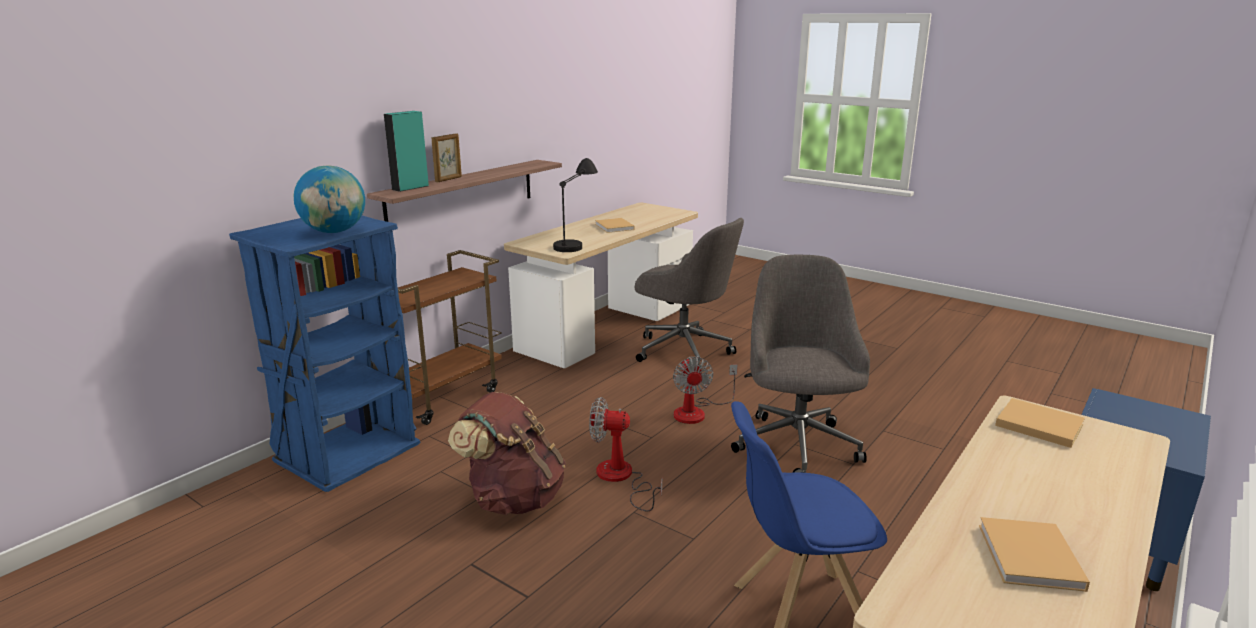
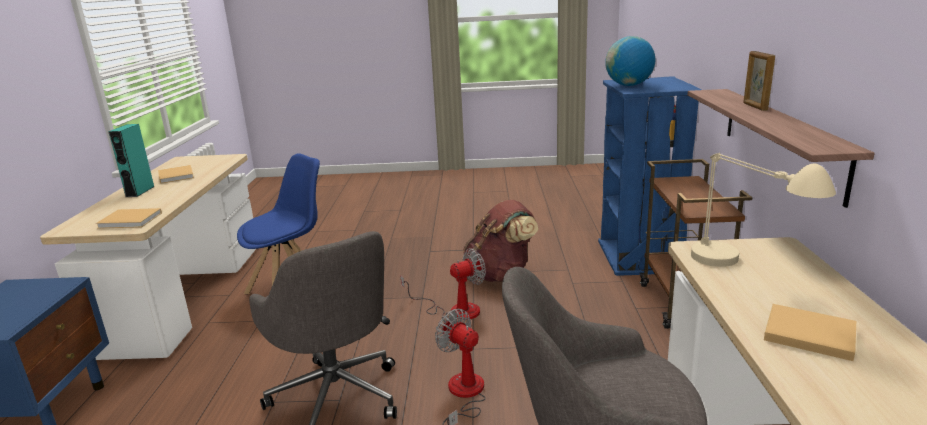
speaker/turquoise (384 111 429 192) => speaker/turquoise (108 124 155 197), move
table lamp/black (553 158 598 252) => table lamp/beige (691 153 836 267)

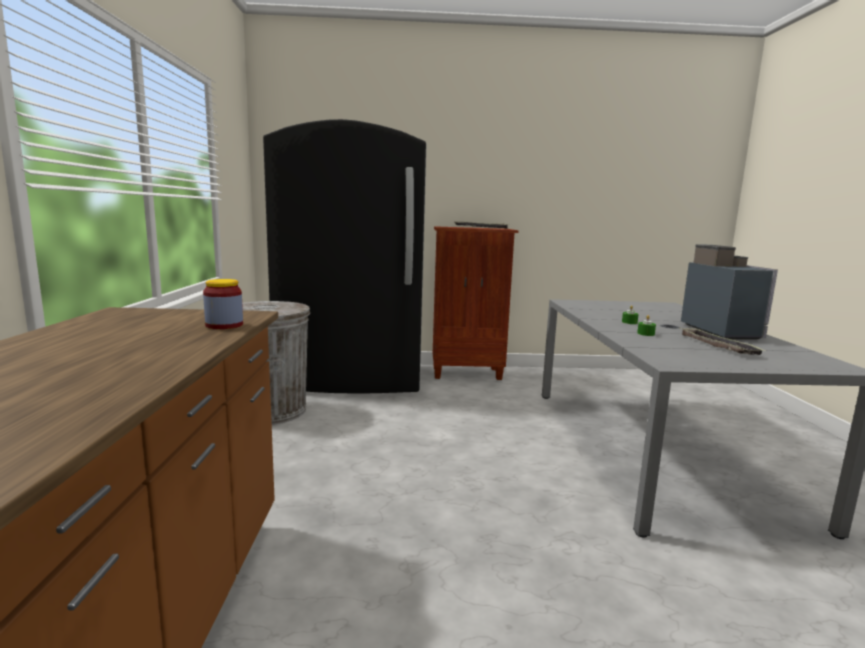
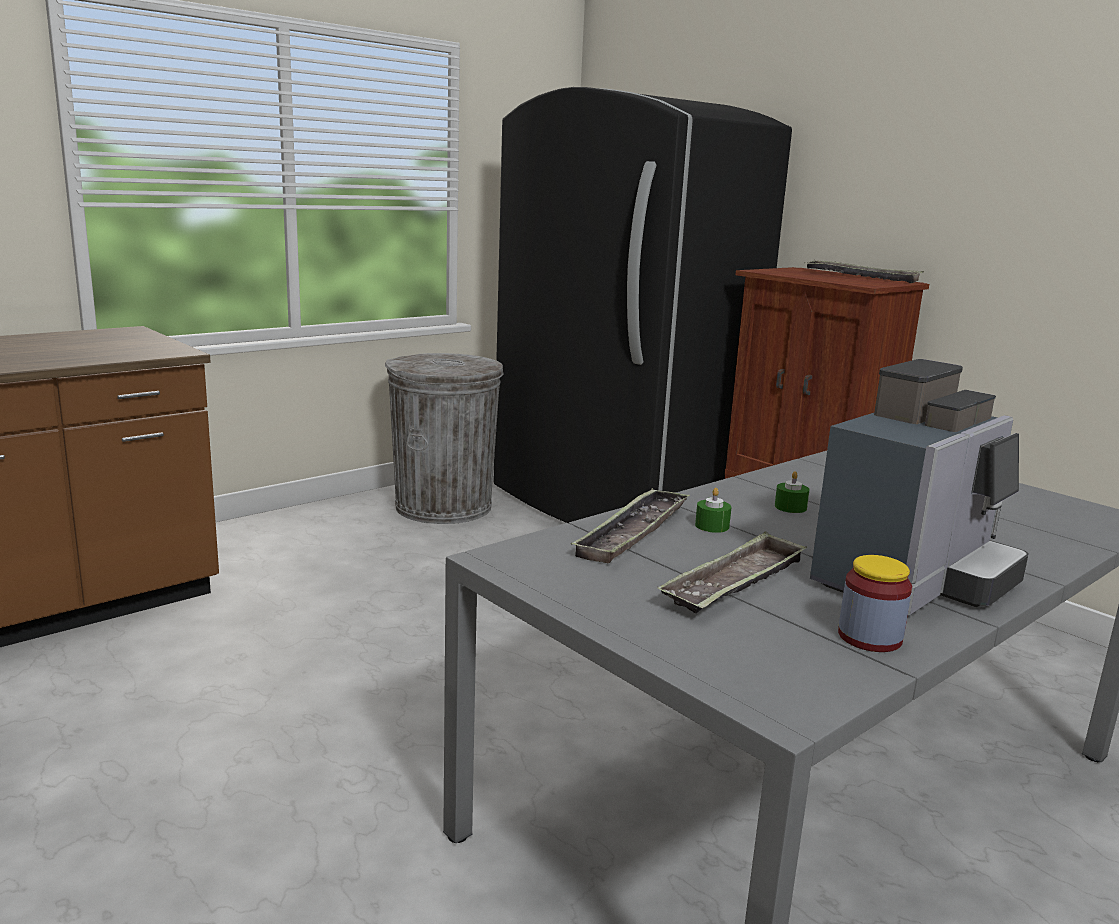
jar (203 279 243 329) => jar (838 555 912 652), move
nothing => tray (571 488 690 563)

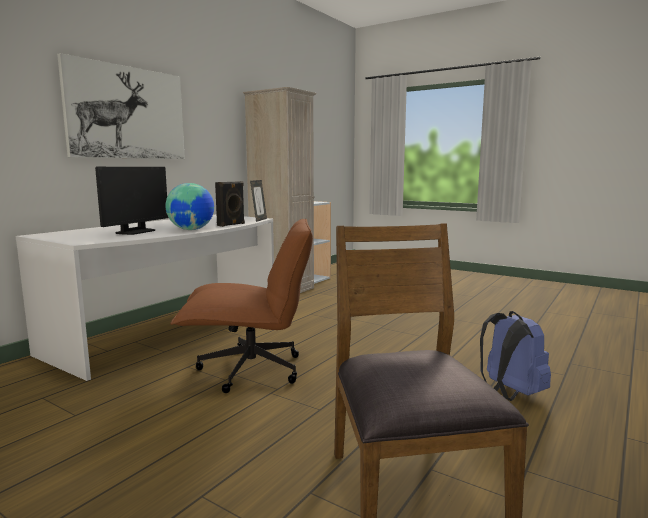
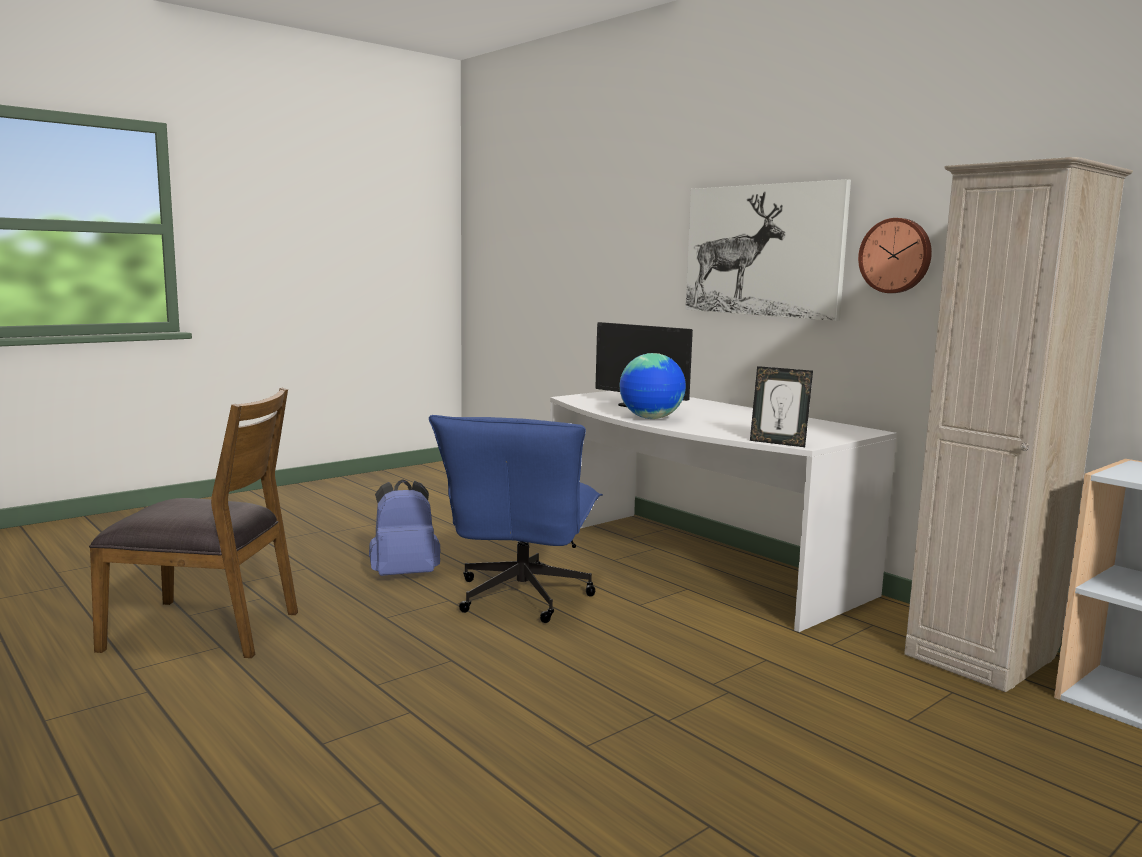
speaker/black (215 181 245 227) => nothing
office chair/brown (170 219 313 393) => office chair/blue (429 415 603 623)
backpack/blue (480 311 551 401) => backpack/blue (369 479 440 576), move
nothing => wall clock (858 218 932 293)

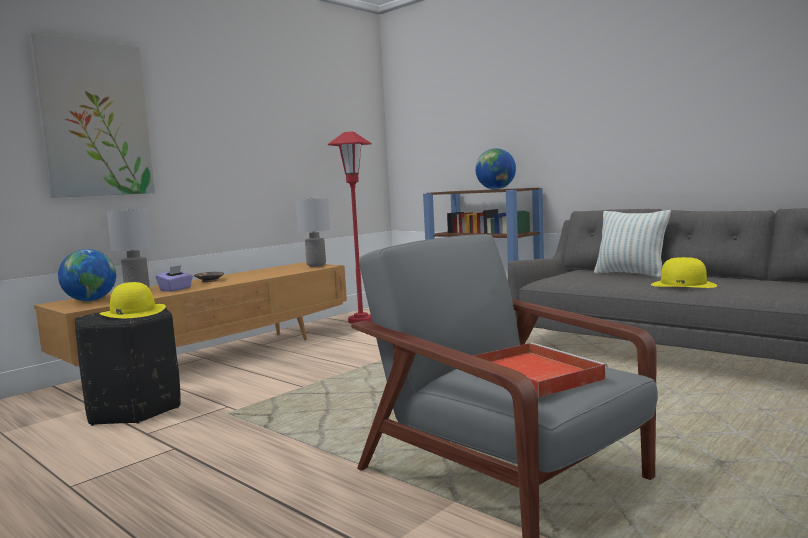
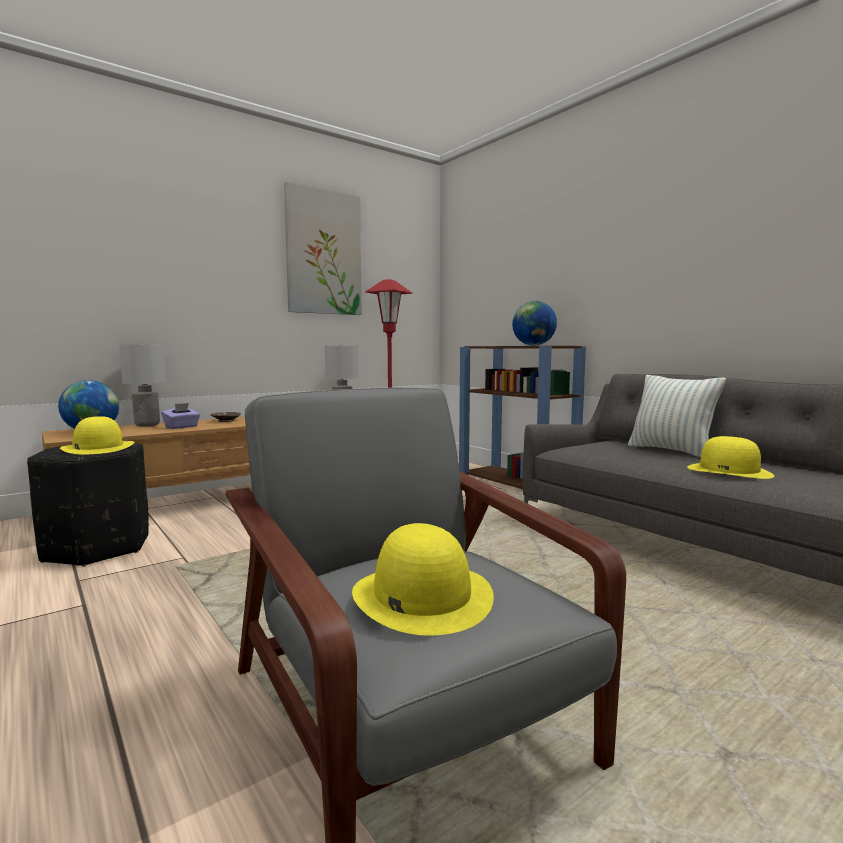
picture (29 33 155 198) => picture (284 182 362 315), move
tray/red (473 343 608 398) => hat/yellow (352 523 494 636)

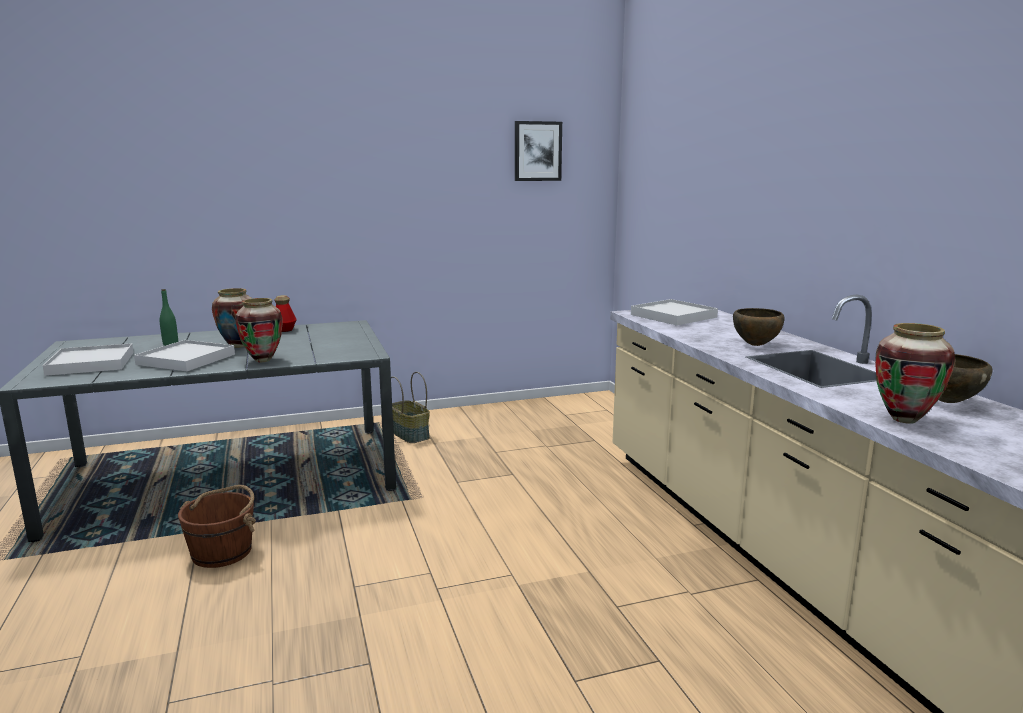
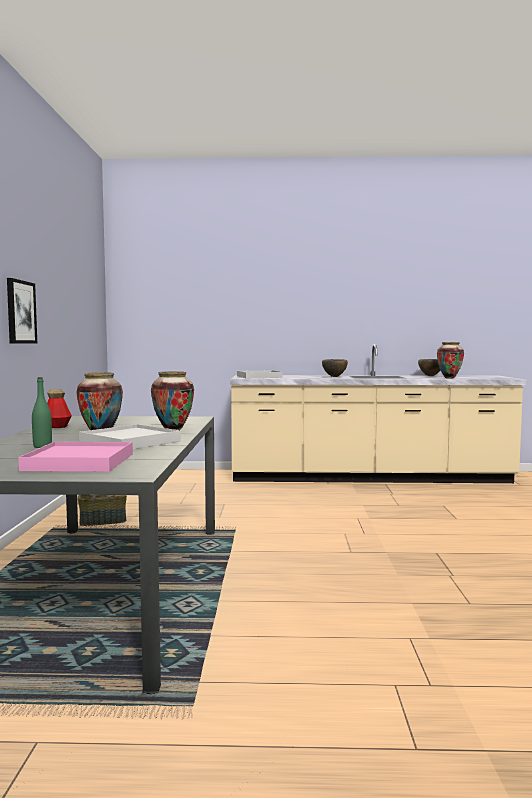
picture (515 121 562 181) => picture (7 278 37 344), move
tray/white (43 343 134 376) => tray/pink (18 442 133 472)
bucket/brown (178 485 256 568) => nothing

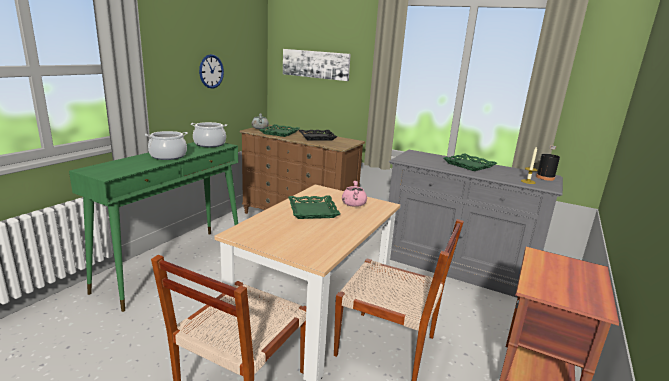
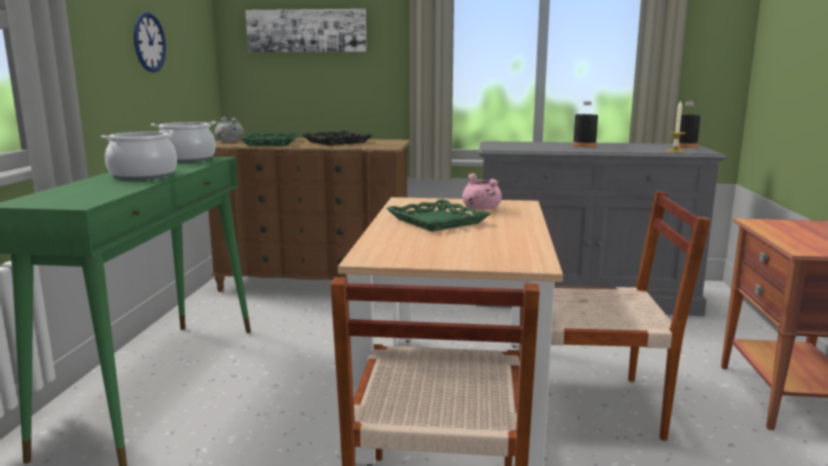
tray/green (444 153 497 171) => bottle/black (573 101 598 147)

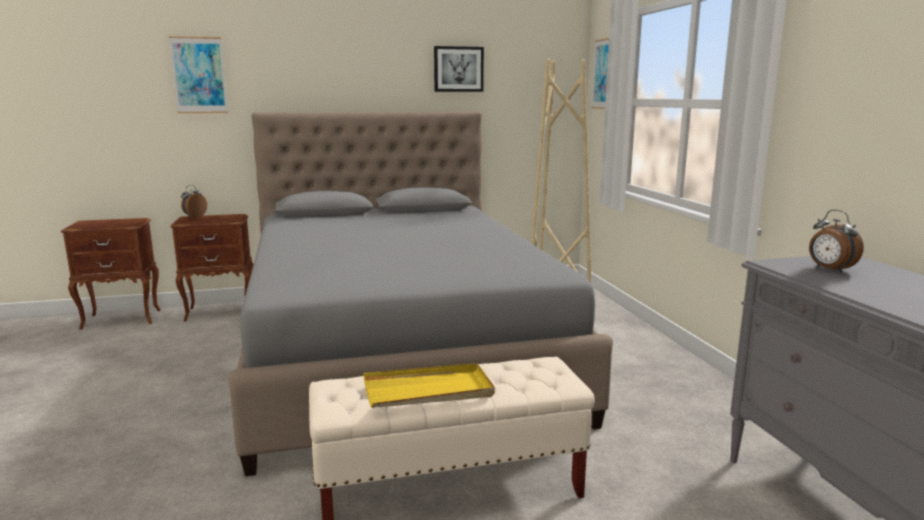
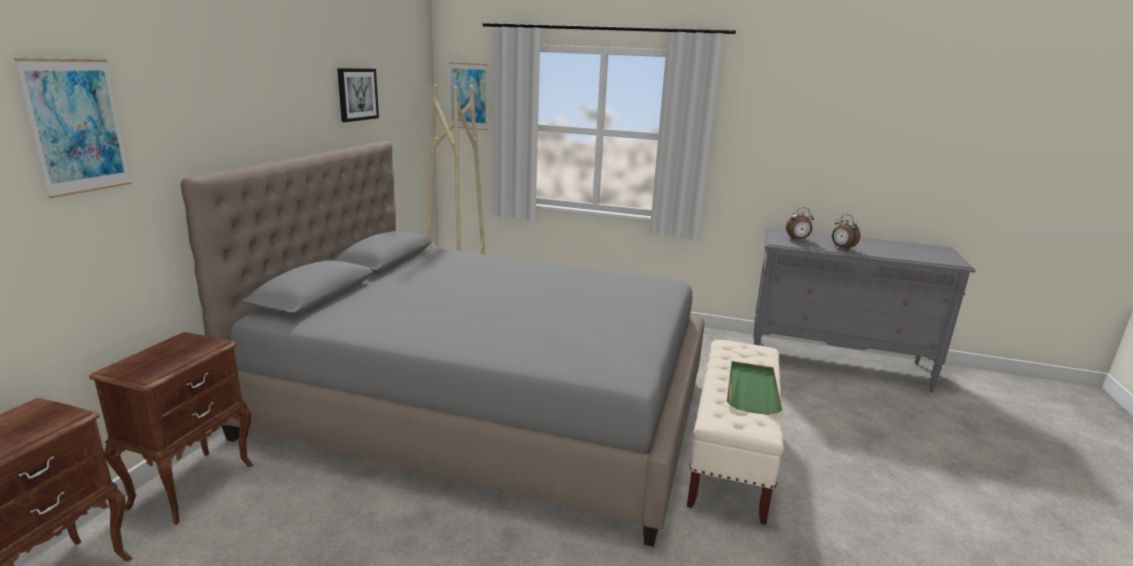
alarm clock (181 185 207 218) => alarm clock (832 214 861 250), move
tray/yellow (363 363 495 408) => tray/green (727 361 782 415)

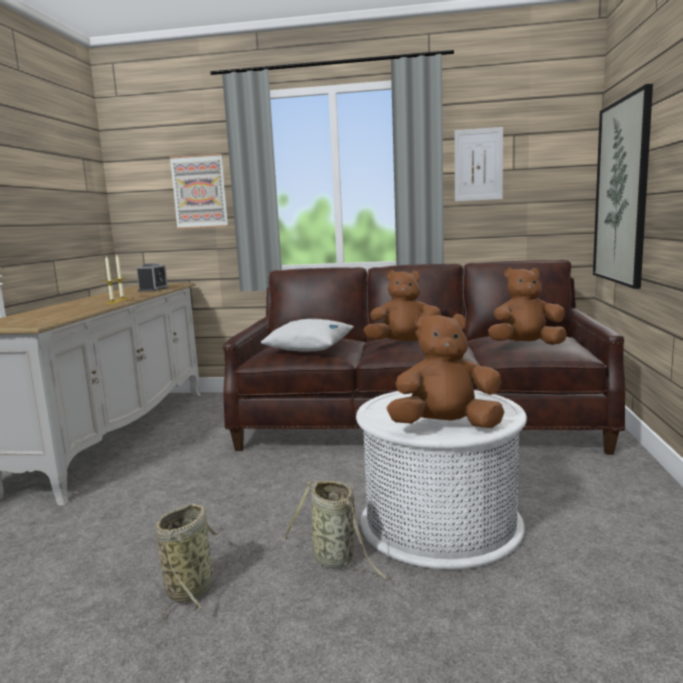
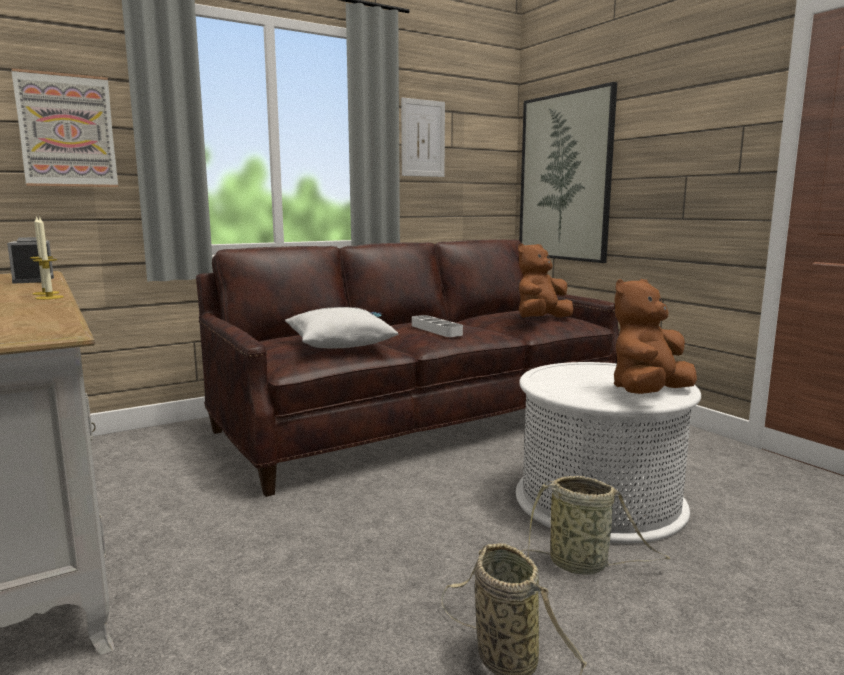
plush toy/brown (364 270 441 341) => tray/grey (412 315 463 337)

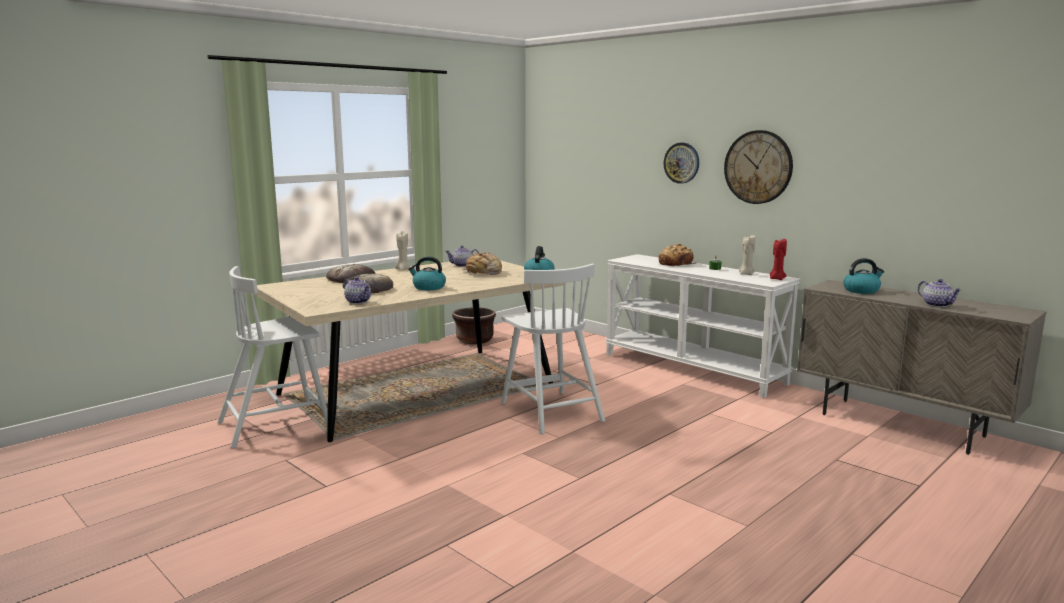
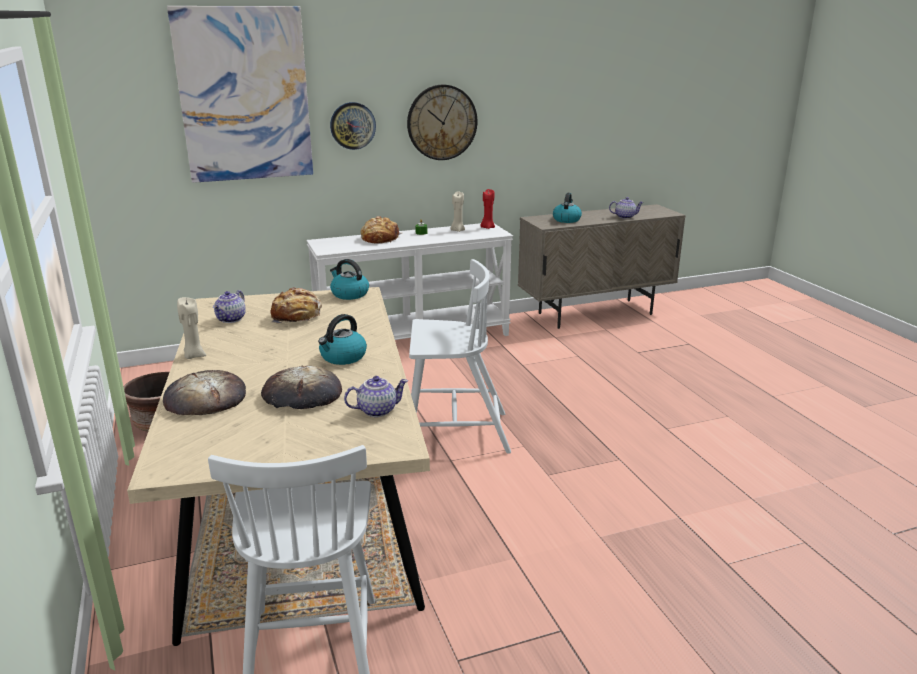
nothing => picture (167 6 313 183)

